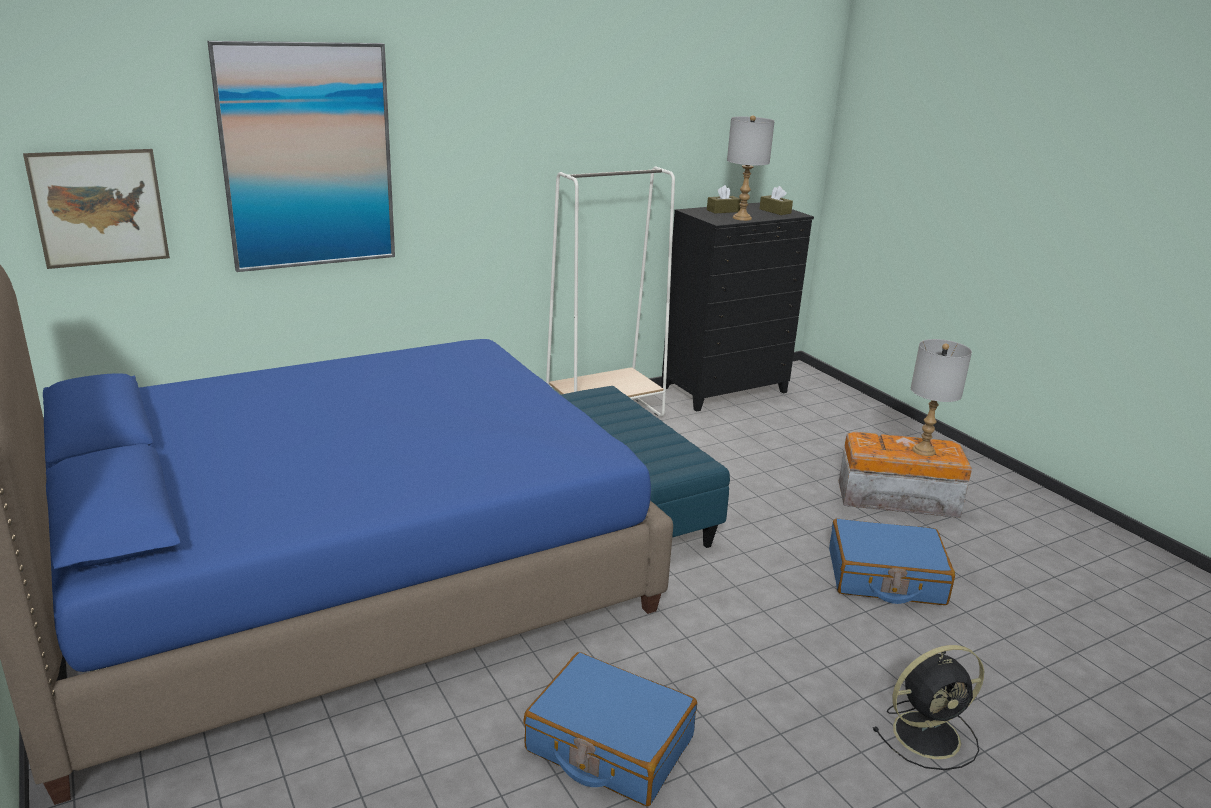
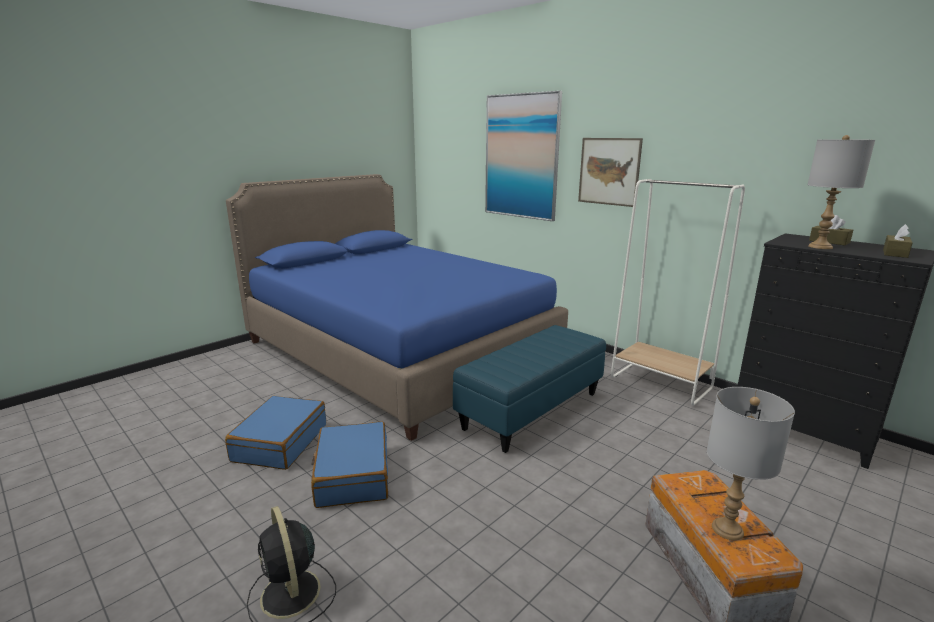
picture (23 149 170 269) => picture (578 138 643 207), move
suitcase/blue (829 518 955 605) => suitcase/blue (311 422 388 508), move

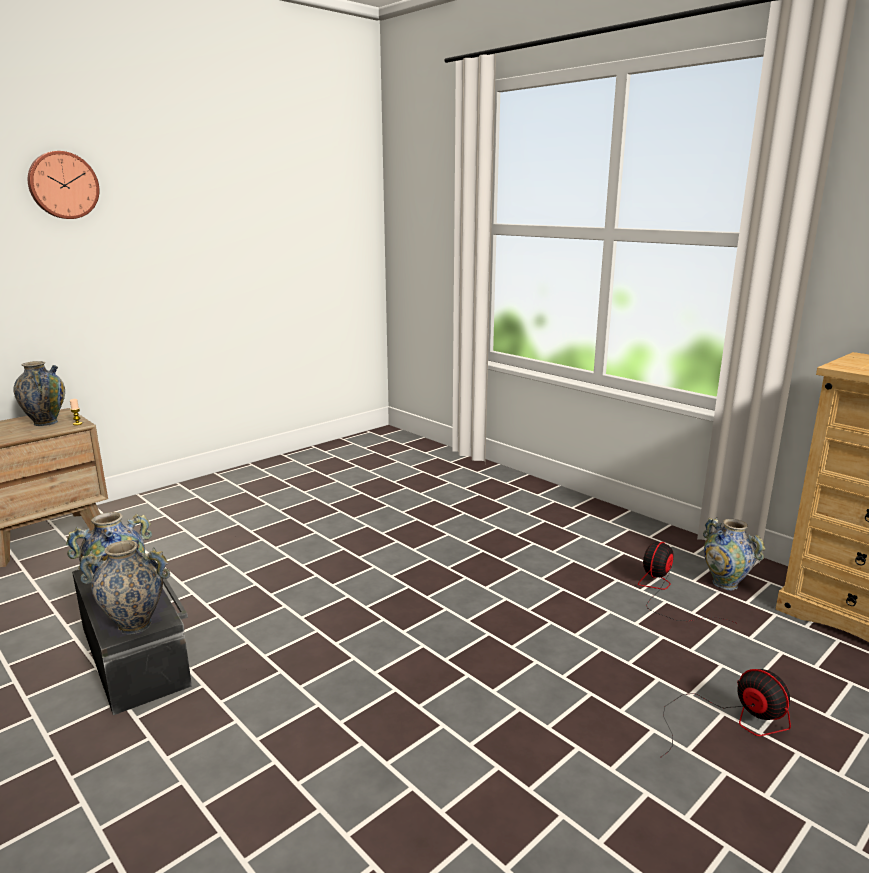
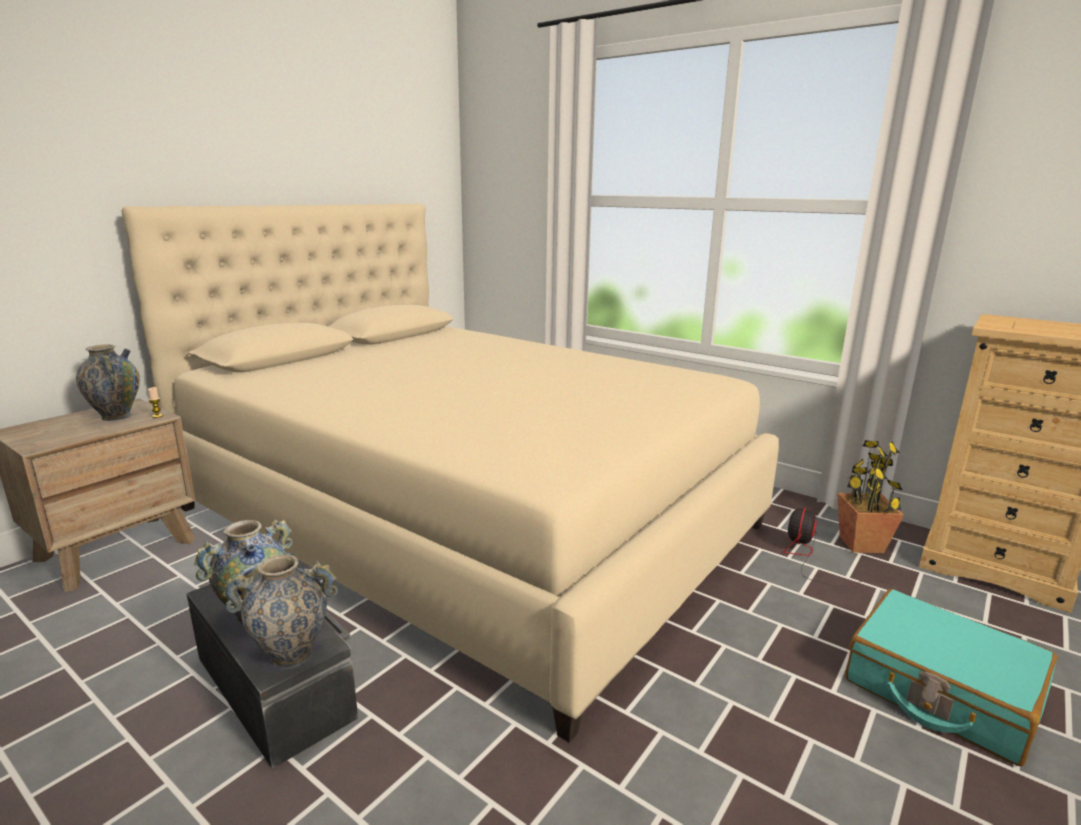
wall clock (28 151 99 219) => nothing
vase (703 518 765 590) => potted plant (837 440 904 553)
fan (660 669 791 758) => suitcase/turquoise (845 589 1057 766)
nothing => bed/beige (121 203 779 743)

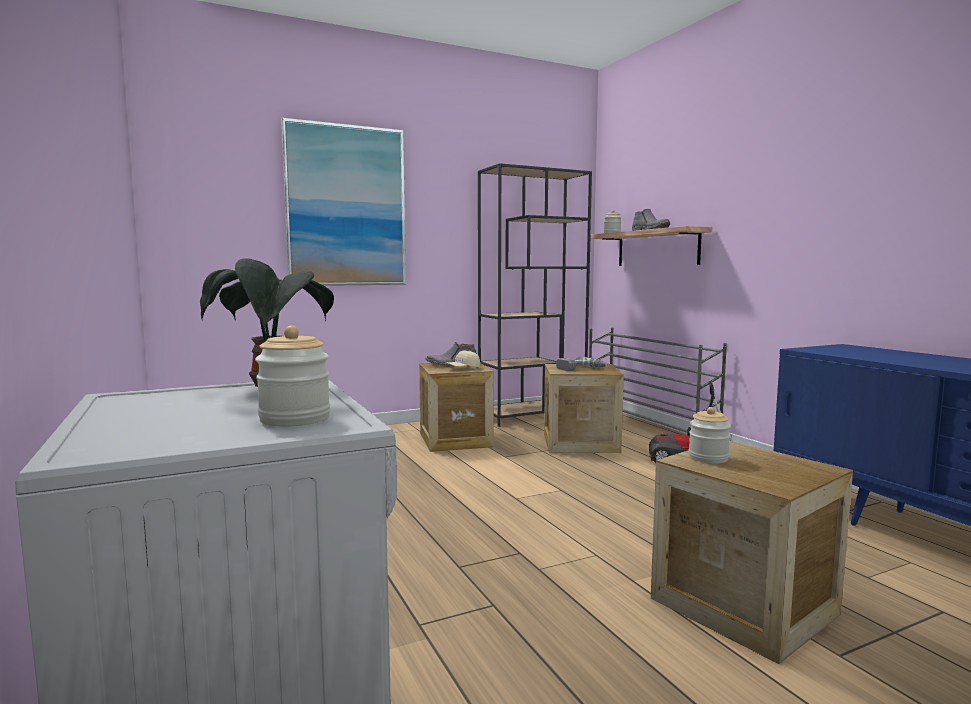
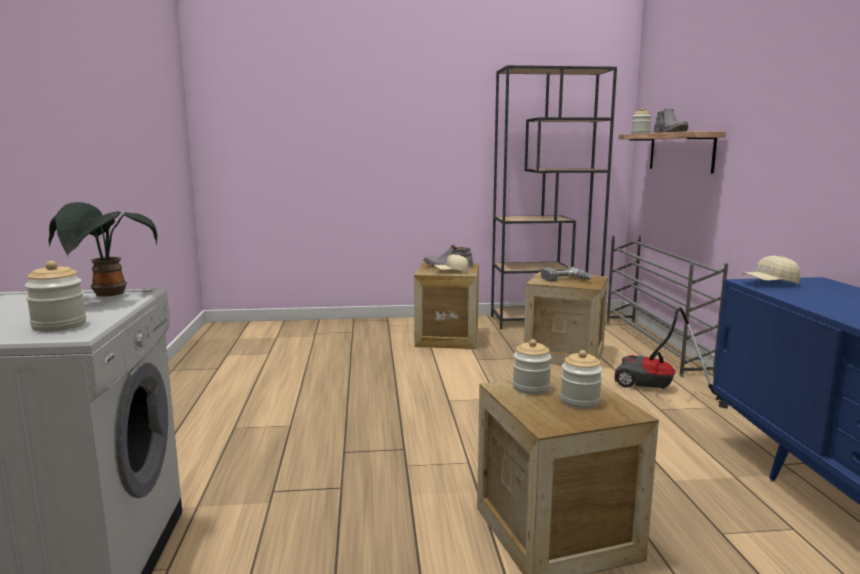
picture (281 118 406 286) => nothing
nothing => cap/beige (742 256 800 284)
nothing => jar (560 350 603 409)

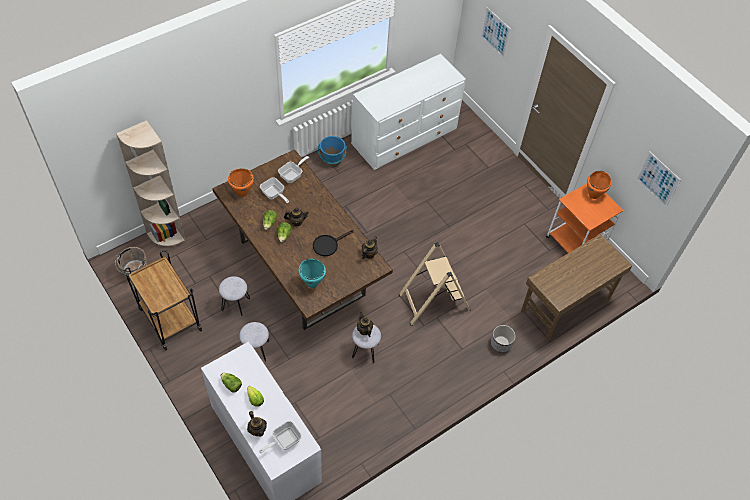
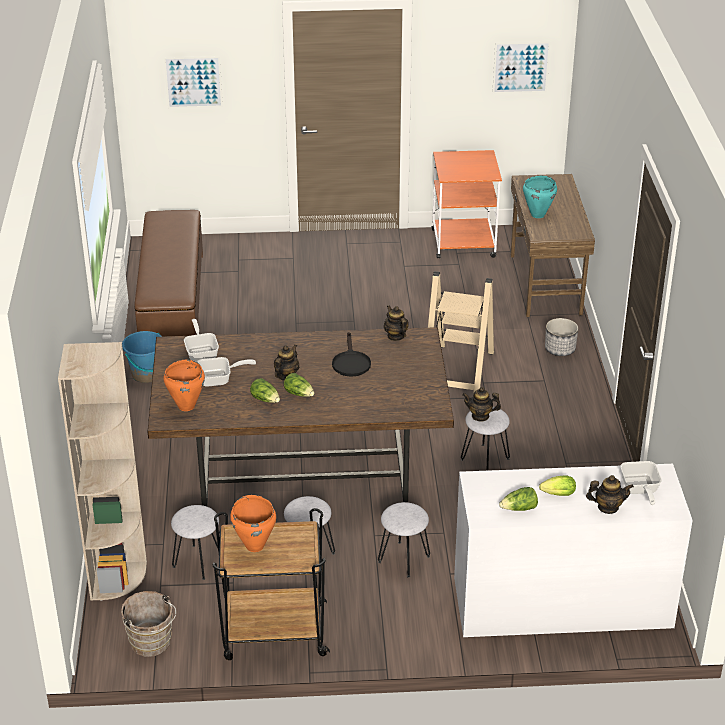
dresser/white (351 54 466 170) => bench/brown (134 210 203 337)
cooking pot/orange (587 171 611 199) => cooking pot/orange (230 495 276 552), move
cooking pot/turquoise (298 259 326 288) => cooking pot/turquoise (523 176 557 218), move
nothing => stool/grey (171 505 220 580)

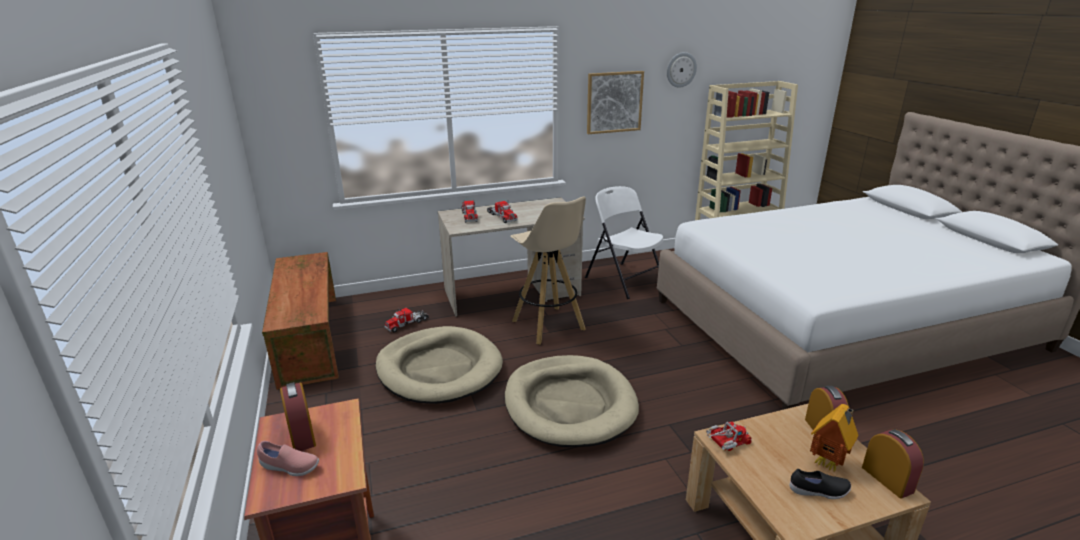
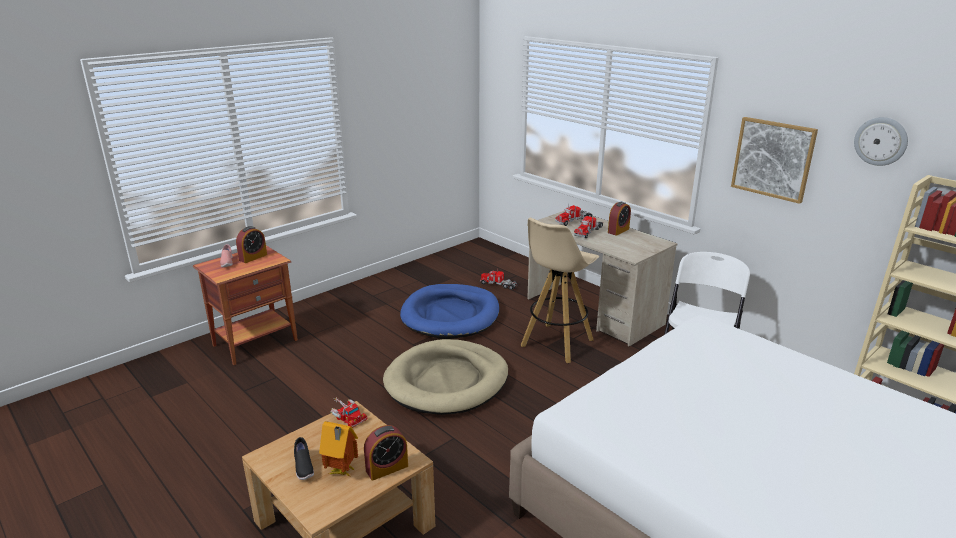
bench/brown (262 252 339 390) => nothing
dog bed/beige (376 326 503 404) => dog bed/blue (400 284 499 339)
alarm clock (862 429 924 498) => alarm clock (608 202 631 236), move

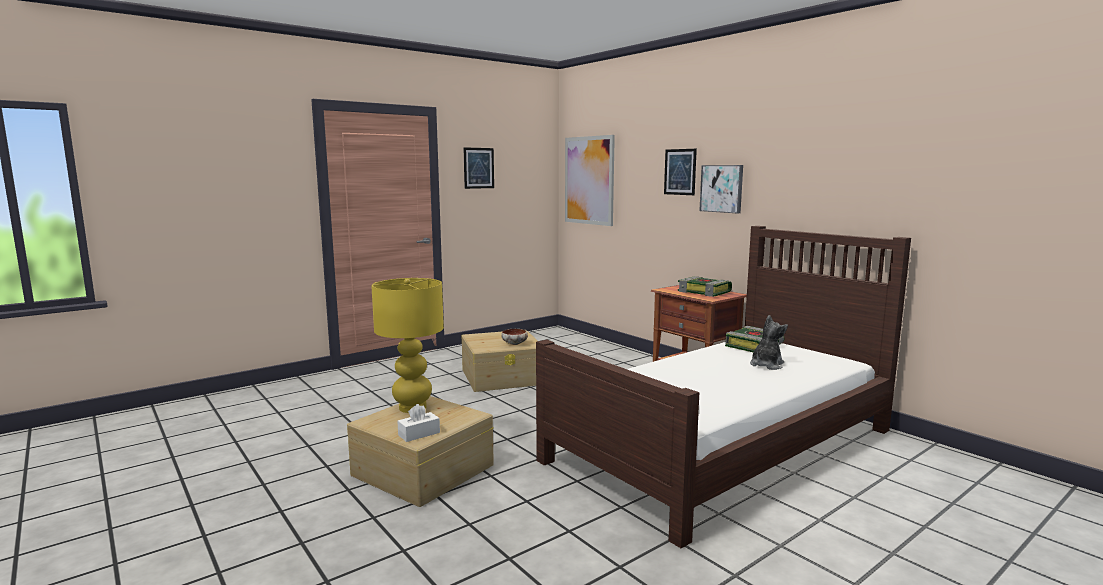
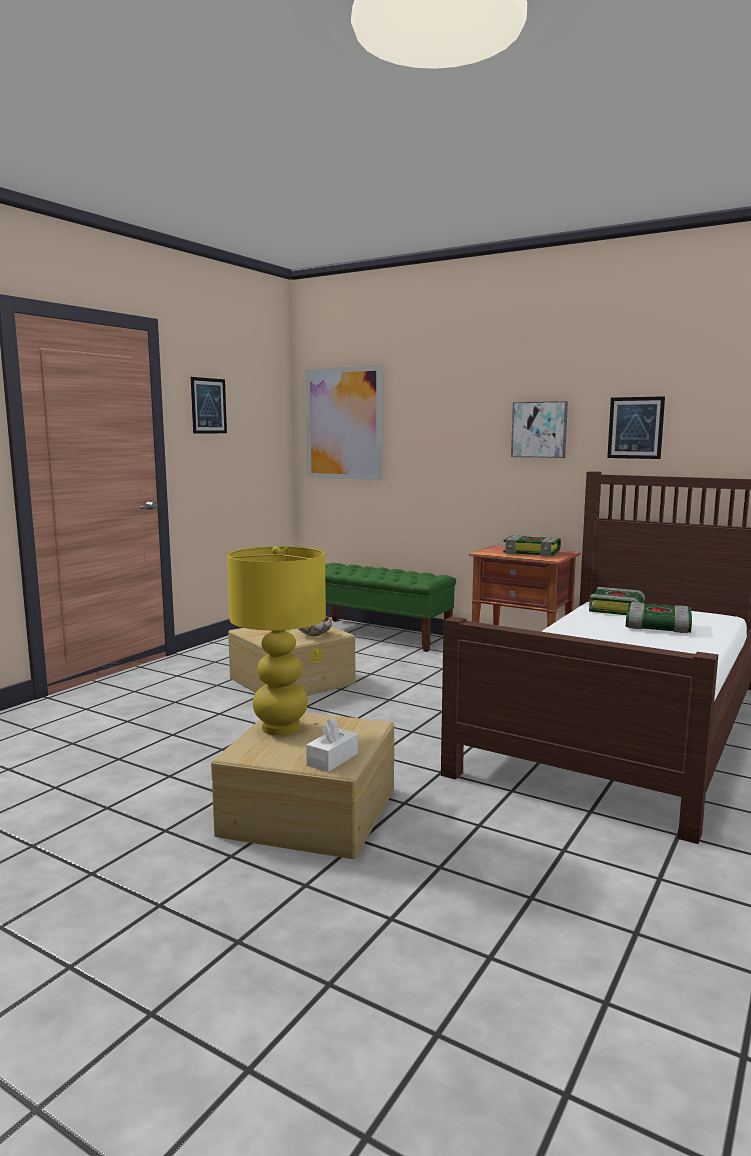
picture (664 149 697 195) => picture (607 396 665 459), move
plush toy (750 315 788 370) => book (626 602 692 633)
nothing => bench/green (325 563 456 652)

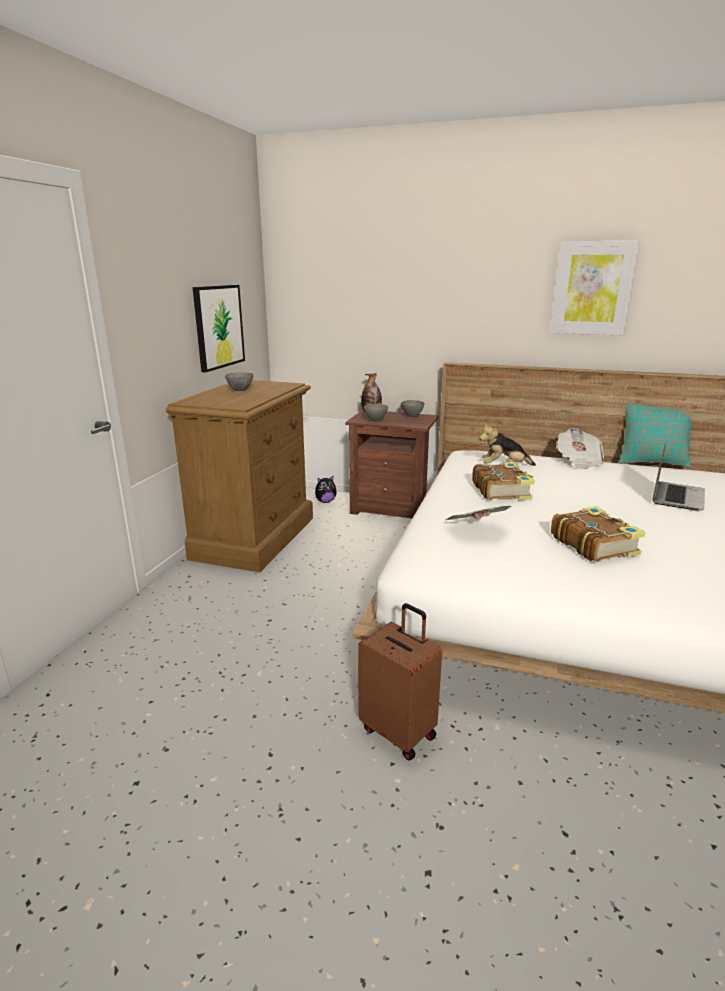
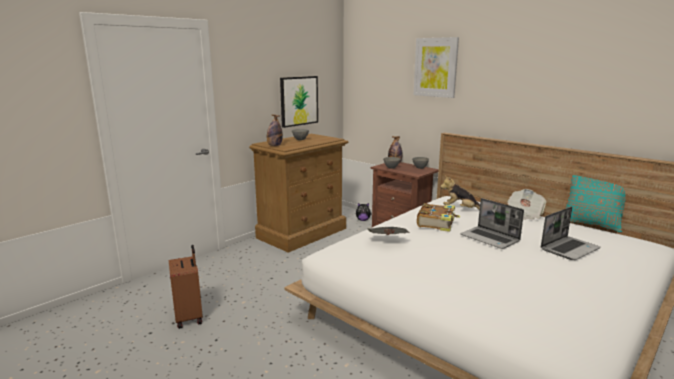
picture (550 240 640 336) => picture (414 37 459 98), move
book (551 506 645 562) => nothing
suitcase/brown (358 603 442 761) => suitcase/brown (169 245 203 329), move
nothing => bottle (267 115 283 146)
nothing => laptop (460 198 524 249)

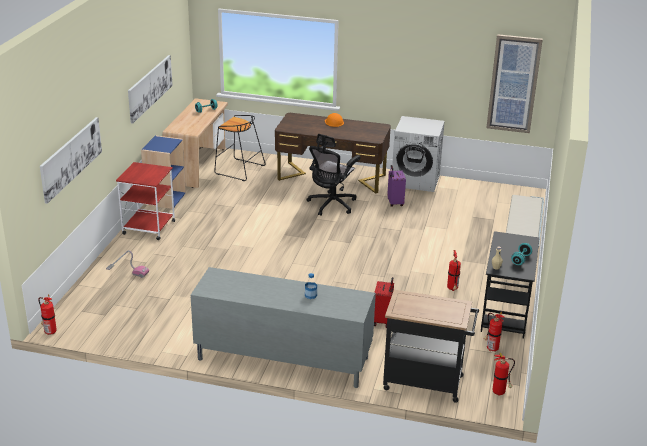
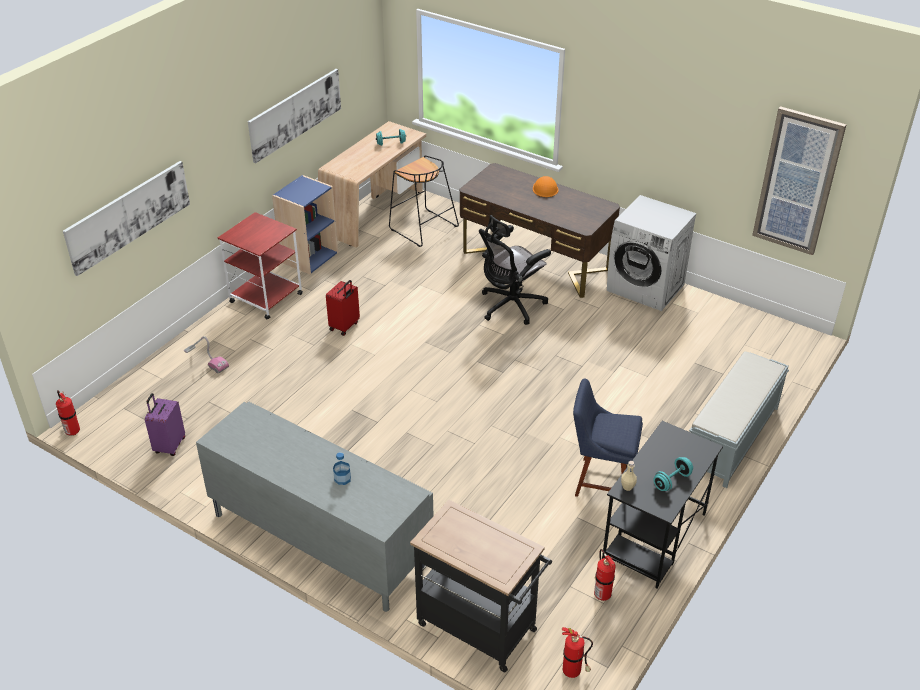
suitcase/purple (387 165 406 207) => suitcase/purple (145 393 185 456), move
fire extinguisher (447 250 461 291) => chair/blue (573 378 643 497)
suitcase/red (374 277 394 328) => suitcase/red (326 280 360 336), move

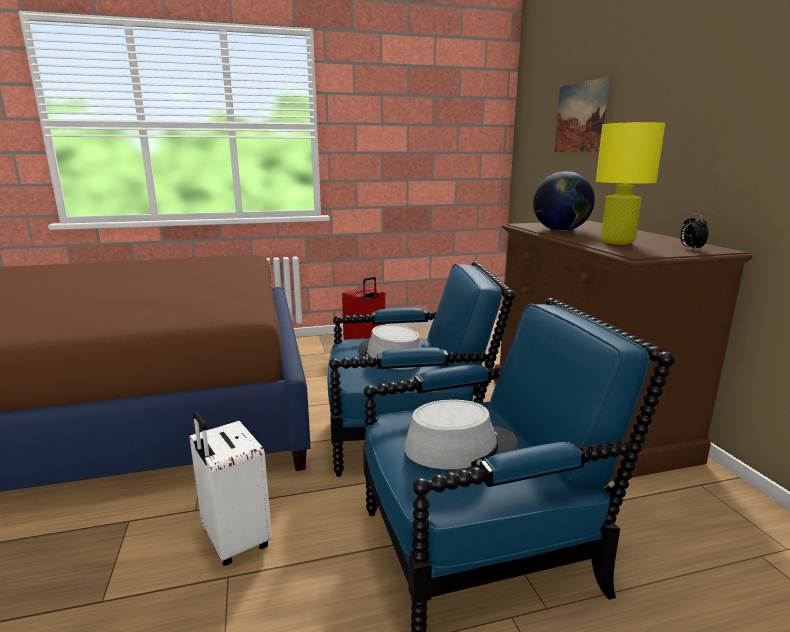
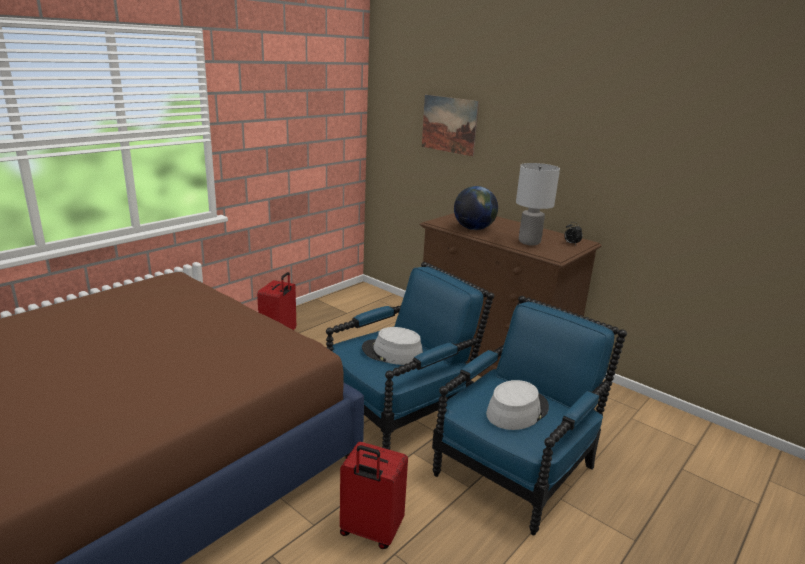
table lamp/yellow (596 122 665 245) => table lamp/grey (516 163 560 245)
suitcase/white (189 411 272 566) => suitcase/red (340 442 408 549)

